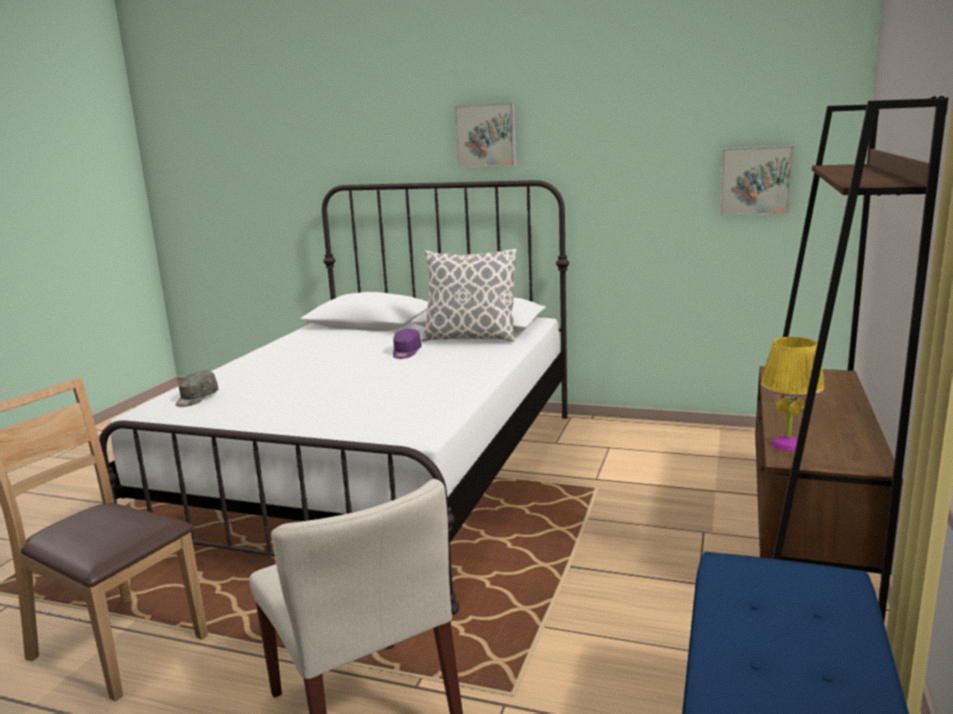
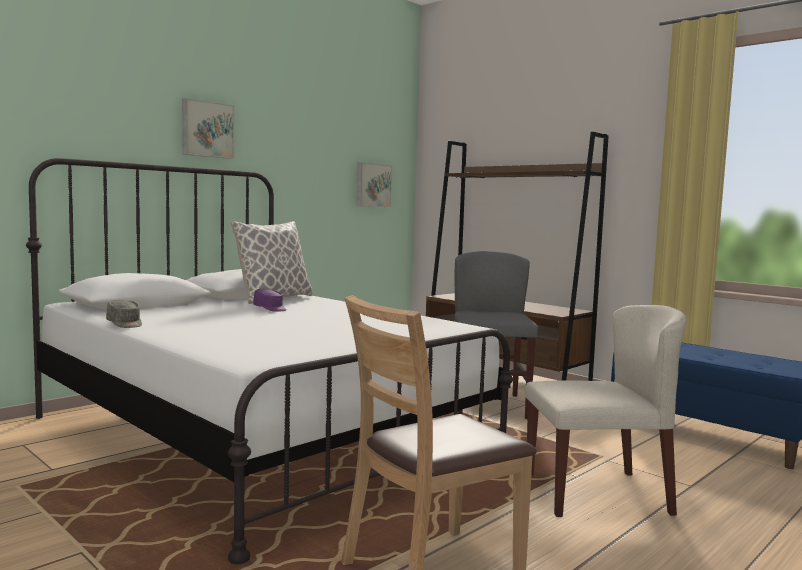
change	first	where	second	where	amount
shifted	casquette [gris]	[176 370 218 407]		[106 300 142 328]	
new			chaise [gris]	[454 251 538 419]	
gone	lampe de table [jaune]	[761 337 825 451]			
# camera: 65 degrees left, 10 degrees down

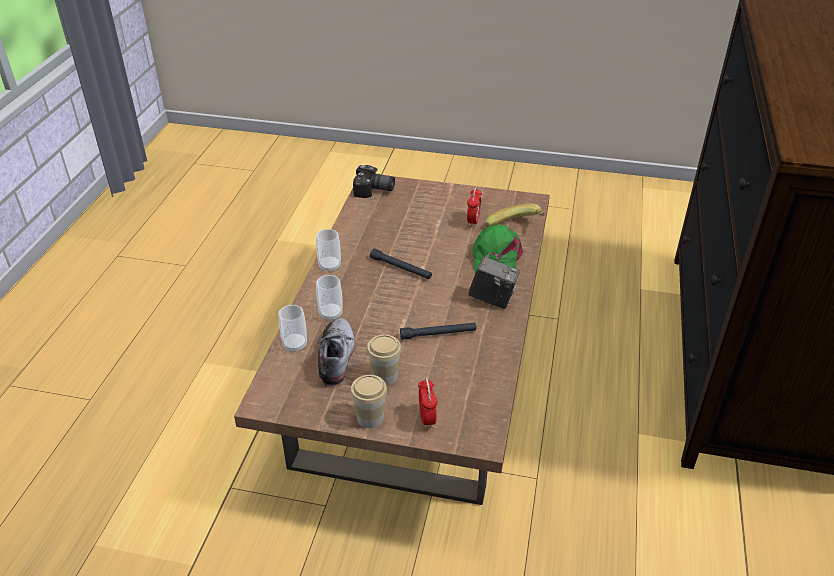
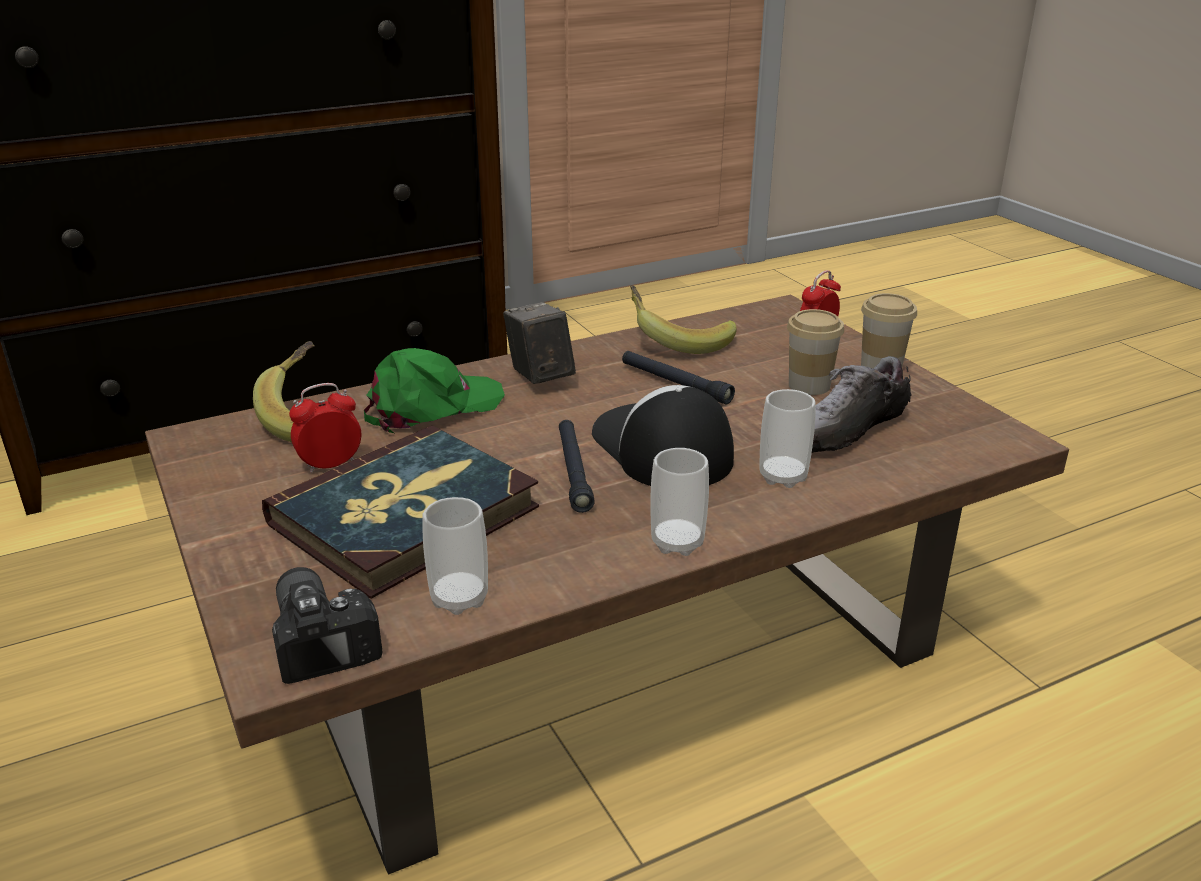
change	first	where	second	where	amount
new			livre	[262 425 539 599]	
shifted	tasse	[278 305 307 353]		[422 497 488 615]	
new			casquette	[592 385 734 486]	
new			banane	[630 285 737 354]	
# camera: 130 degrees left, 10 degrees down

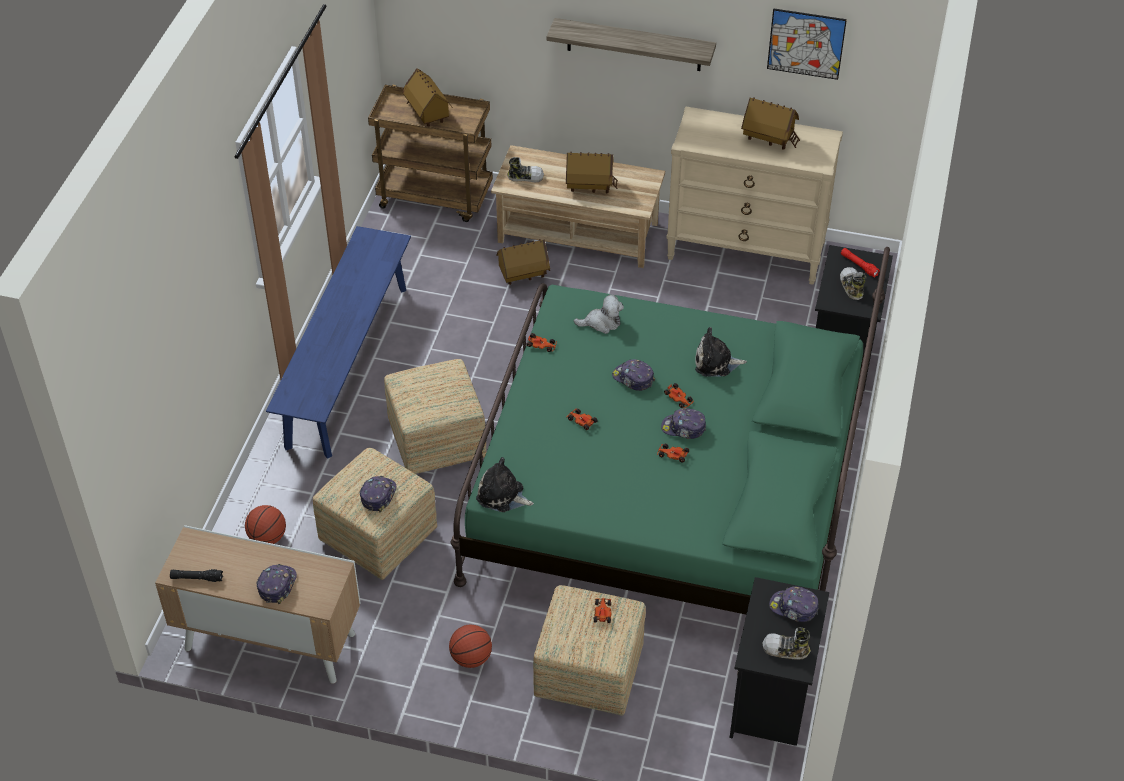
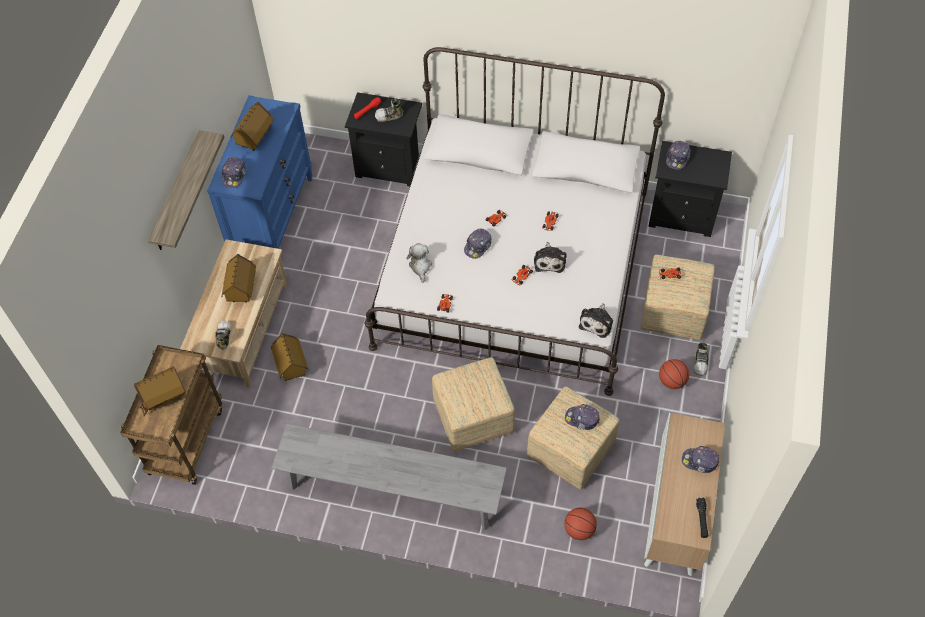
change	first	where	second	where	amount
repainted	commode [beige]	[666 106 843 285]	commode [bleu]	[207 95 313 249]	
shifted	casquette	[661 408 706 439]		[221 157 247 188]	
repainted	banc [bleu]	[266 226 411 459]	banc [gris]	[271 424 507 530]	
repainted	lit [vert]	[451 247 890 615]	lit [blanc]	[364 47 665 396]	
shifted	peluche	[695 327 747 377]		[534 242 567 273]	
shifted	chaussure	[763 627 811 660]		[694 343 708 375]	
gone	tableau	[767 8 847 80]			
# camera: 90 degrees left, 10 degrees up

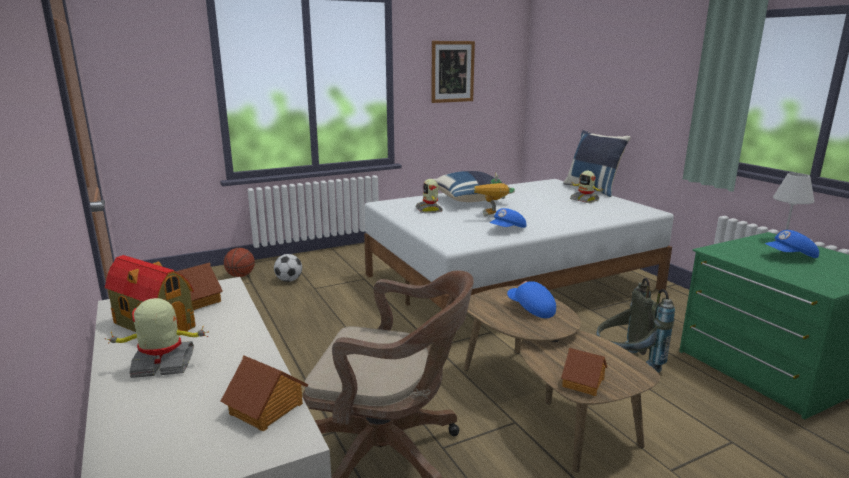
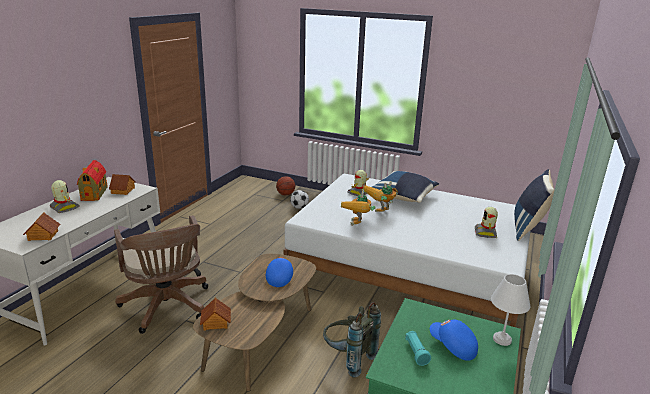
change	first	where	second	where	amount
swapped	casquette [bleu]	[489 208 526 228]	robot jouet	[341 189 375 226]	
new			lampe de poche [turquoise]	[405 331 431 366]	
gone	tableau	[431 41 475 103]			
# camera: 50 degrees right, 5 degrees up

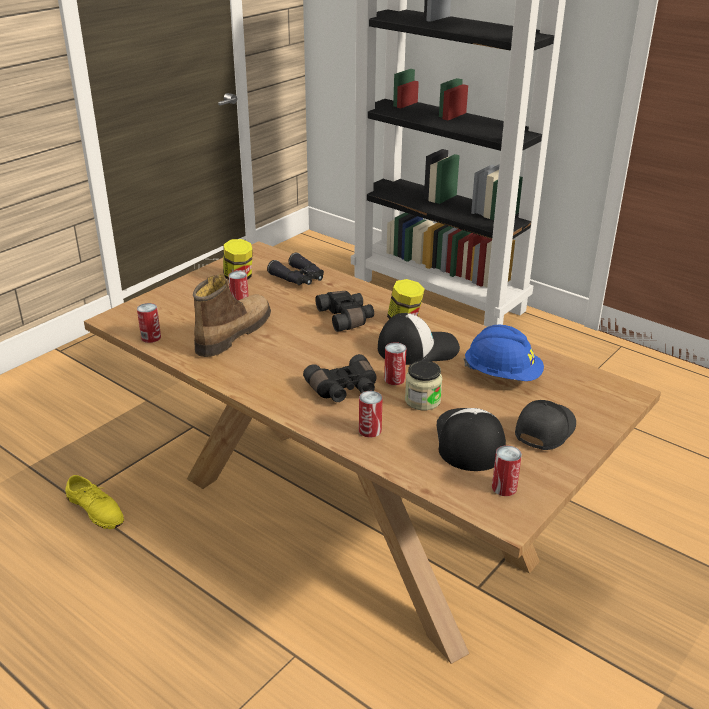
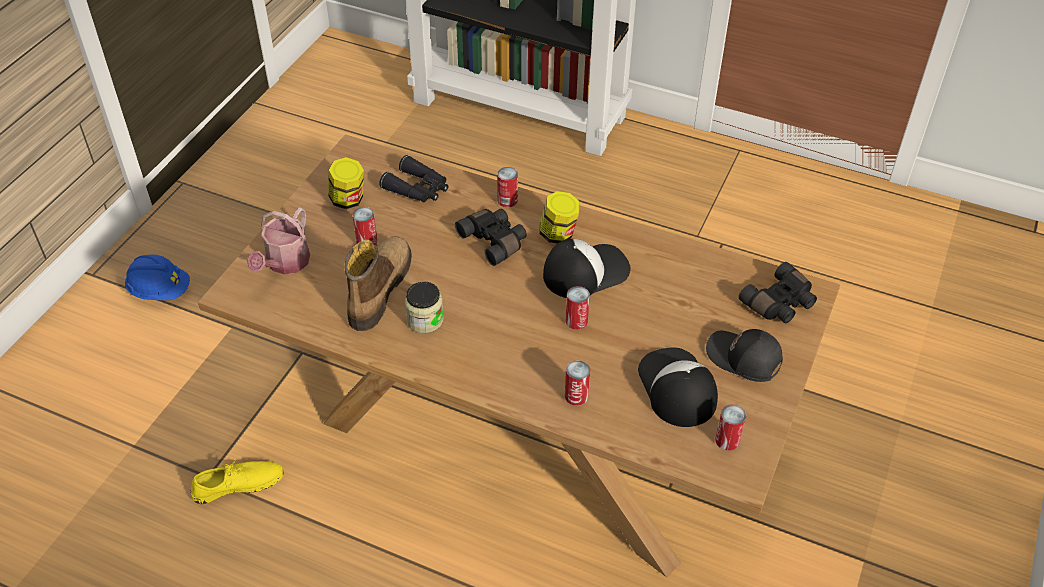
change	first	where	second	where	amount
shifted	casque de chantier [bleu]	[464 324 544 381]		[125 254 190 300]	
rotated	chaussure [jaune]	[65 475 124 529]		[190 460 283 504]	45 degrees counterclockwise
new			arrosoir	[247 208 310 275]	
shifted	bocal	[405 361 442 410]		[405 282 444 333]	
shifted	boîte métallique	[137 303 161 343]		[497 167 518 207]	
rotated	casquette [noir]	[515 400 576 450]		[706 329 783 382]	75 degrees counterclockwise
shifted	jumelles [noir]	[303 354 377 402]		[738 262 817 323]	
# camera: 15 degrees left, 15 degrees up

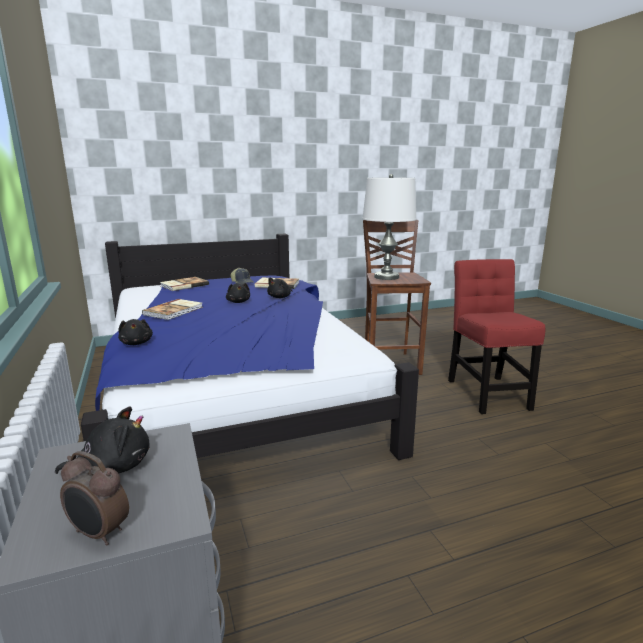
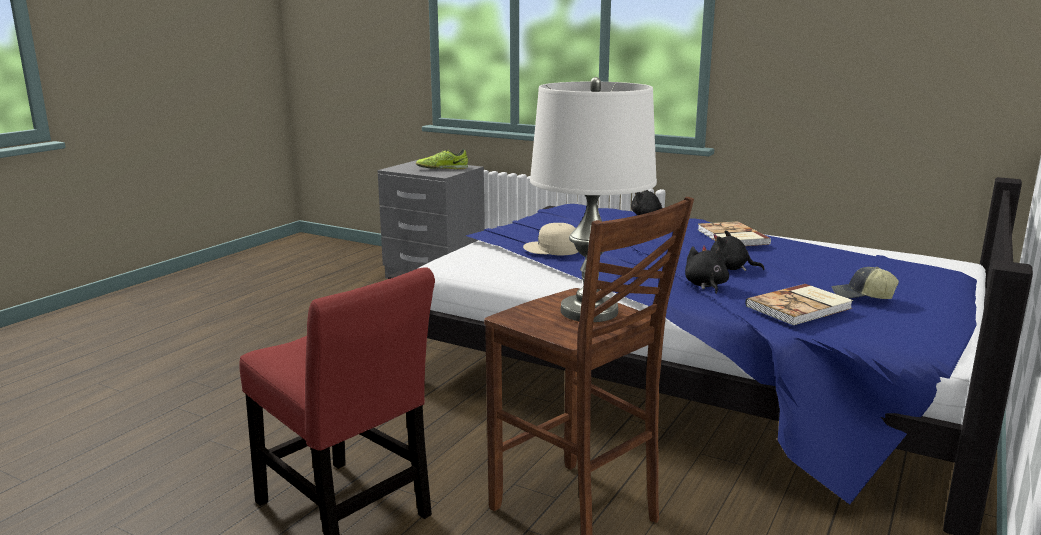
change	first	where	second	where	amount
swapped	peluche [noir]	[55 406 149 474]	chaussure	[416 149 468 169]	
new			casquette [beige]	[523 223 578 255]	
gone	réveil	[60 451 129 545]			
gone	livre	[160 277 209 291]			
# camera: 140 degrees right, 0 degrees up

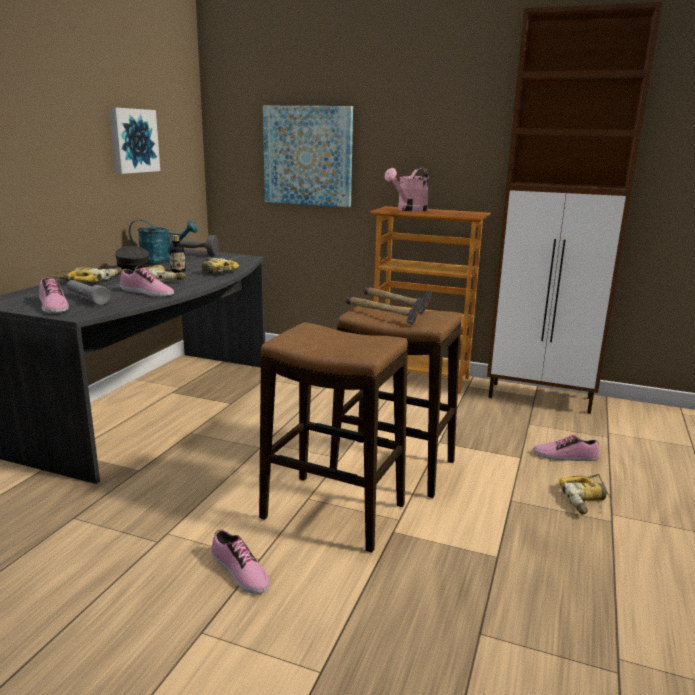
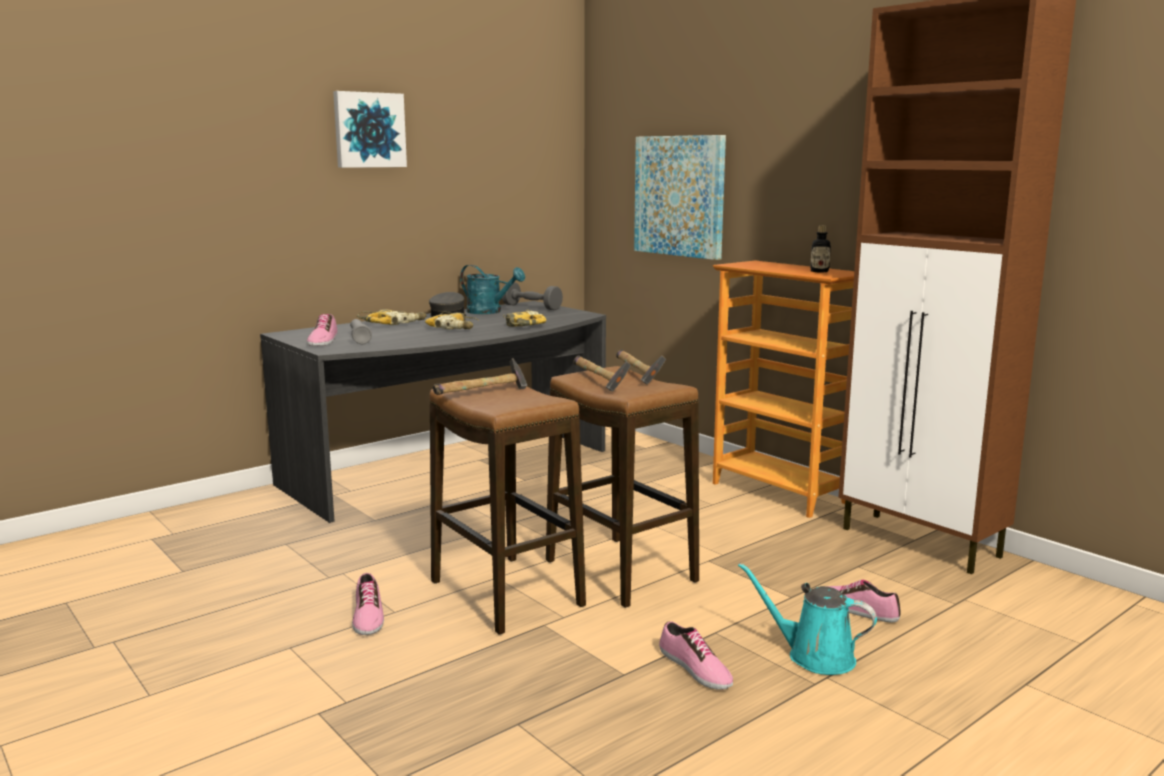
change	first	where	second	where	amount
shifted	tableau	[109 107 160 174]		[333 91 407 168]	
new			marteau	[433 358 527 395]	
shifted	chaussure	[120 267 174 297]		[659 621 733 690]	
swapped	perceuse	[559 474 612 515]	arrosoir [turquoise]	[738 563 877 675]	
shifted	bouteille	[169 235 186 273]		[810 225 831 272]	
gone	arrosoir [rose]	[384 167 429 211]			
# camera: 30 degrees right, 5 degrees down

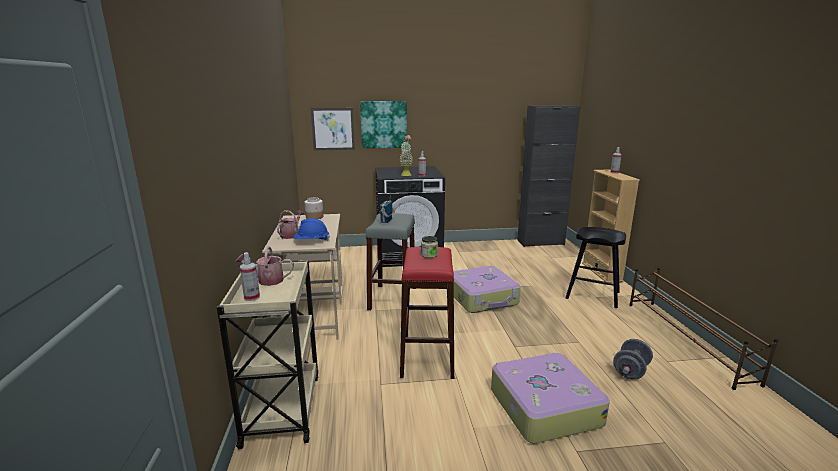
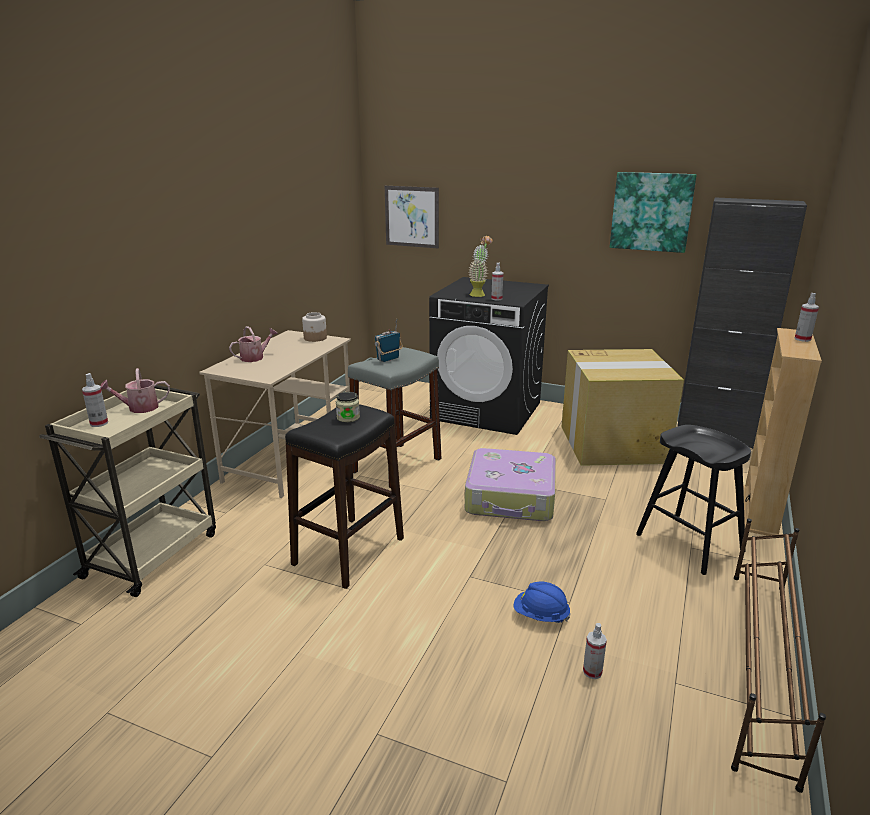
change	first	where	second	where	amount
rotated	arrosoir	[235 246 294 286]		[100 368 170 413]	45 degrees counterclockwise
repainted	tabouret [rouge]	[400 247 454 379]	tabouret [noir]	[285 404 404 589]	
shifted	casque de chantier [bleu]	[293 218 330 241]		[514 582 571 623]	
new			carton	[562 349 684 466]	
swapped	haltère [gris]	[613 339 653 380]	vaporisateur	[583 623 607 679]	
shifted	tableau	[360 101 407 148]		[610 172 697 253]	
gone	valise	[491 352 610 443]			
# camera: 30 degrees right, 5 degrees up

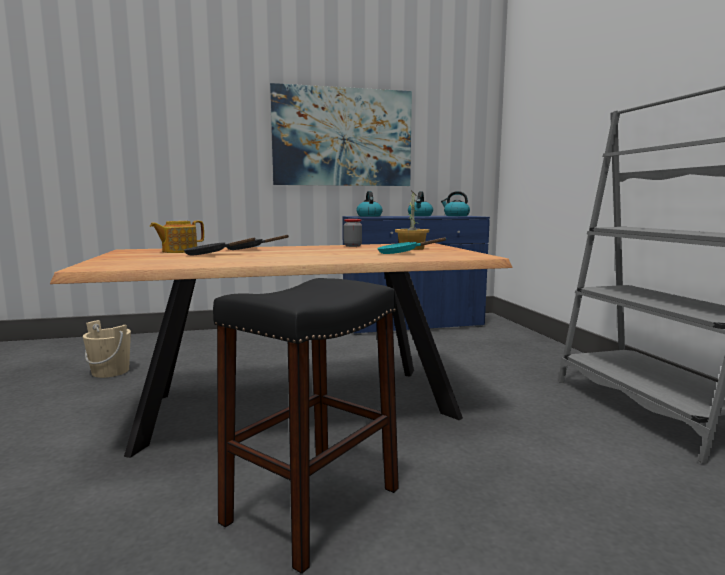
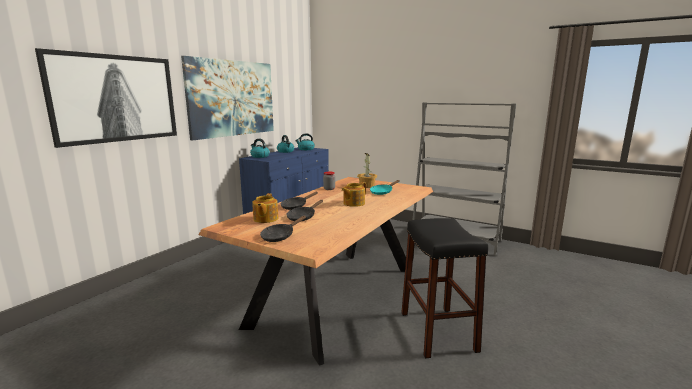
change	first	where	second	where	amount
new			tableau	[35 48 177 148]	
new			poêle [noir]	[260 216 306 242]	
new			théière	[341 182 366 207]	
gone	seau [beige]	[83 320 131 378]			
# camera: 45 degrees left, 5 degrees up

